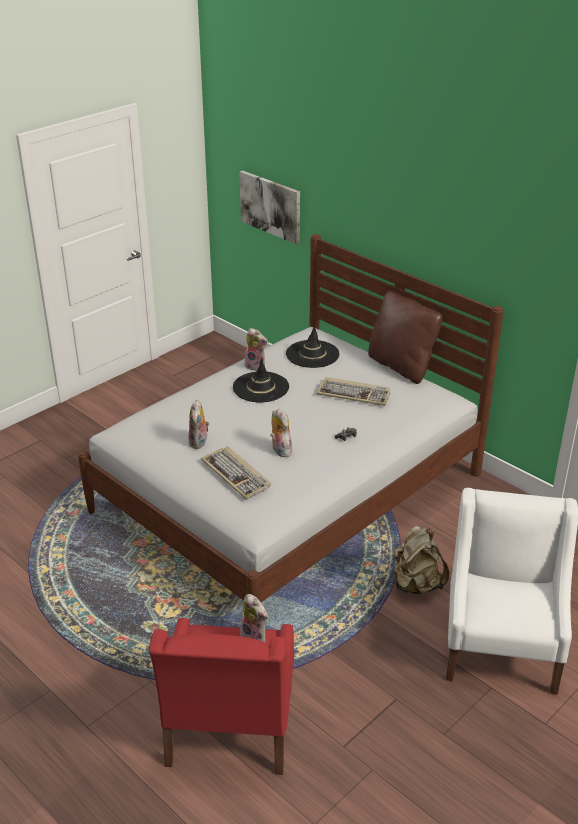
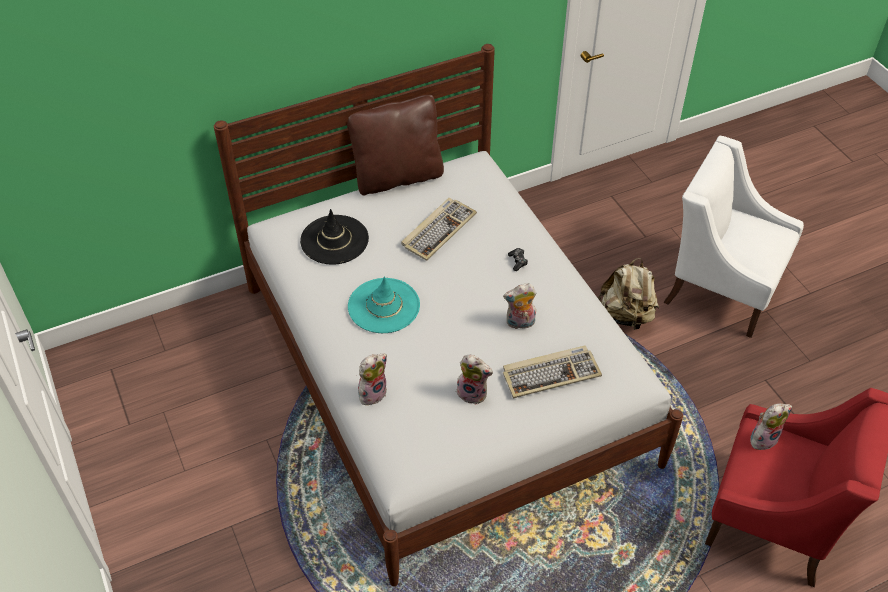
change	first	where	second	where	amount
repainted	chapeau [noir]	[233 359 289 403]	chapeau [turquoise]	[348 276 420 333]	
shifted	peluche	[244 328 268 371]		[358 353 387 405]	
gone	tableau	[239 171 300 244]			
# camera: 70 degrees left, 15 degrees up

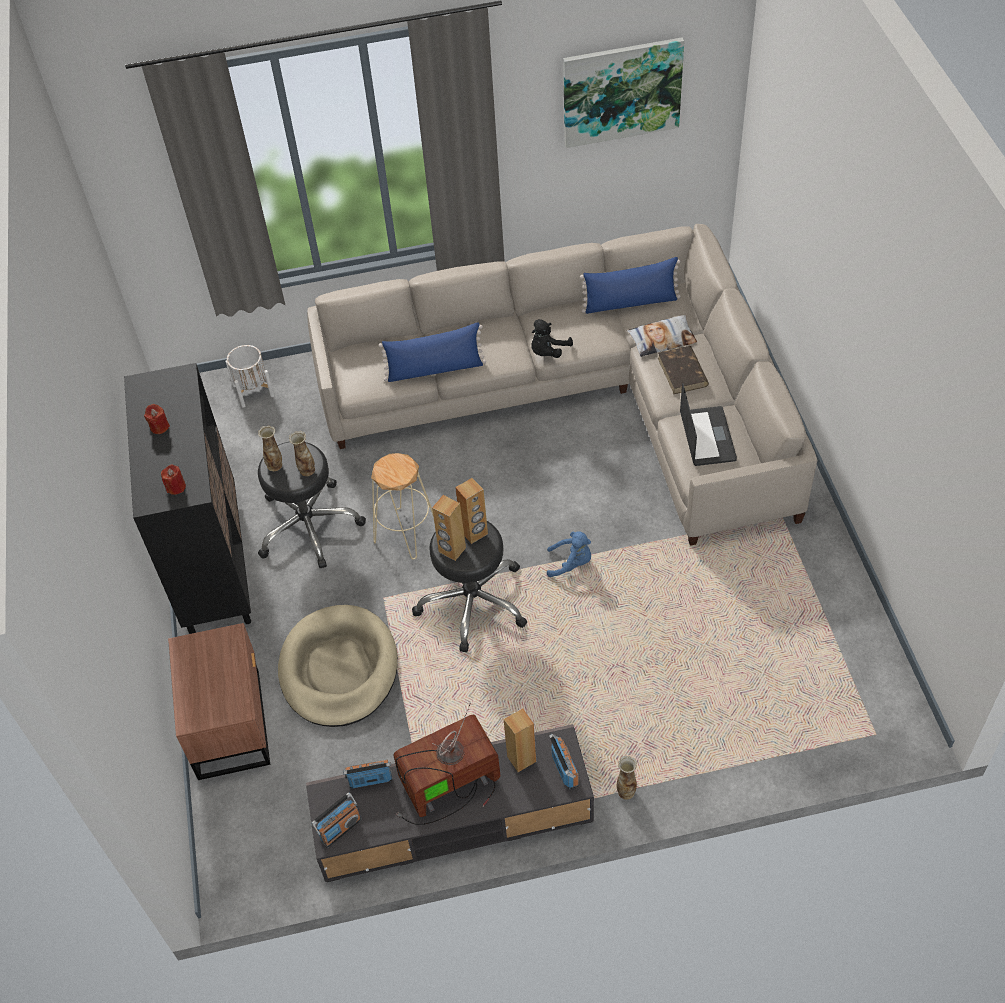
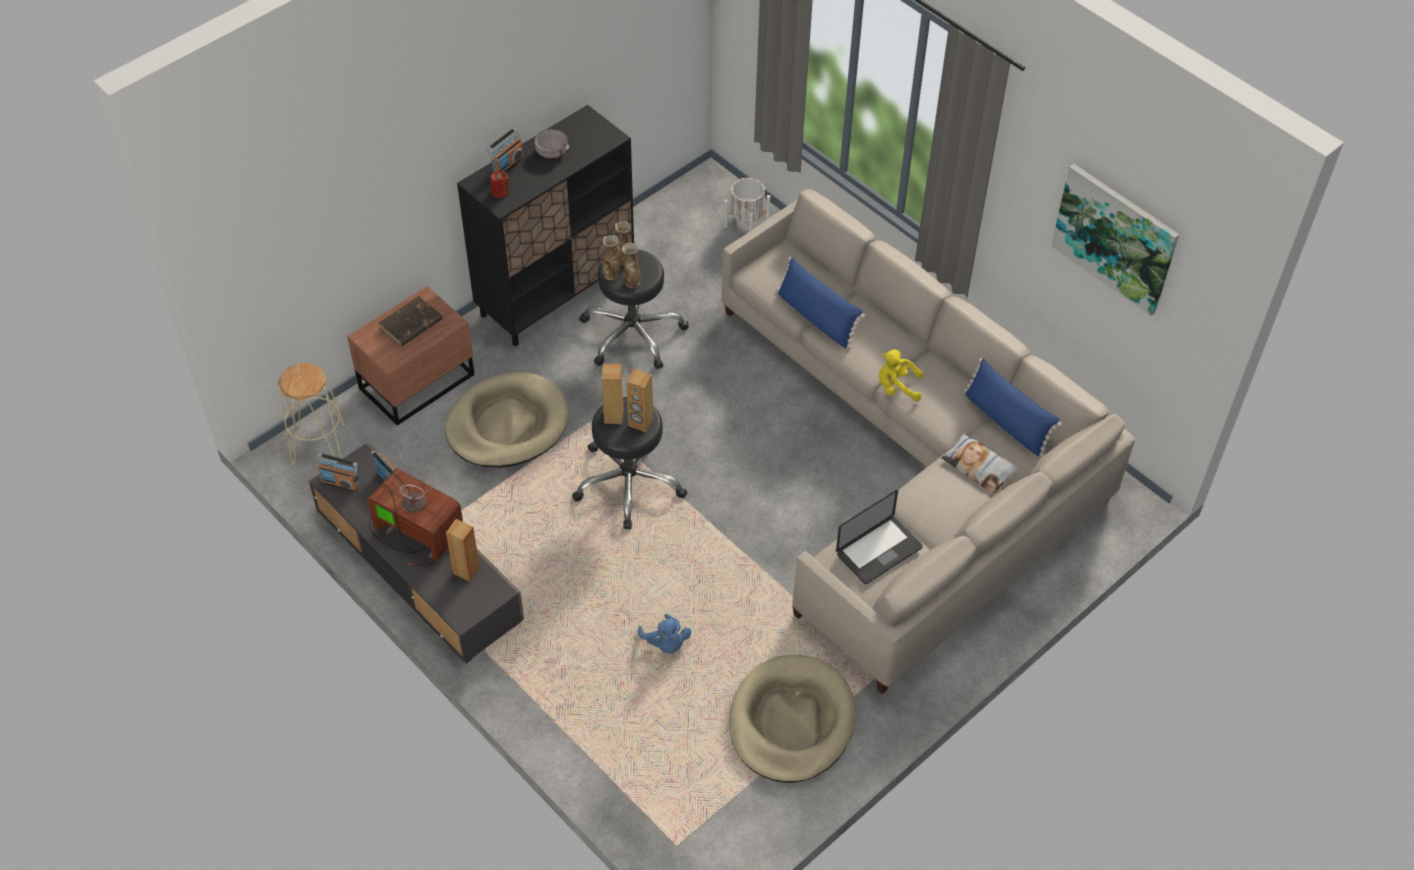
change	first	where	second	where	amount
shifted	tabouret [beige]	[371 453 433 559]		[278 363 346 464]	
shifted	livre [marron]	[658 346 709 394]		[379 296 443 347]	
shifted	radio	[549 734 579 789]		[487 128 524 173]	
swapped	bougie [rouge]	[144 404 170 434]	bol [gris]	[534 129 569 158]	
shifted	vase	[617 756 637 800]		[602 235 619 280]	
shifted	peluche [bleu]	[547 531 591 577]		[638 614 691 654]	
new			panier pour chien [beige]	[729 655 856 783]	
repainted	peluche [noir]	[531 319 573 358]	peluche [jaune]	[879 349 923 401]	
# camera: 55 degrees right, 0 degrees up

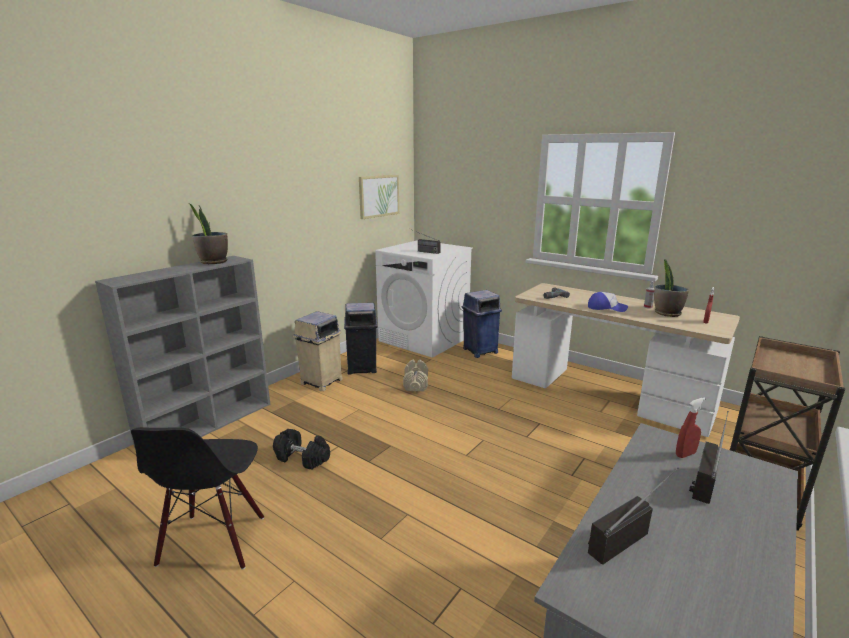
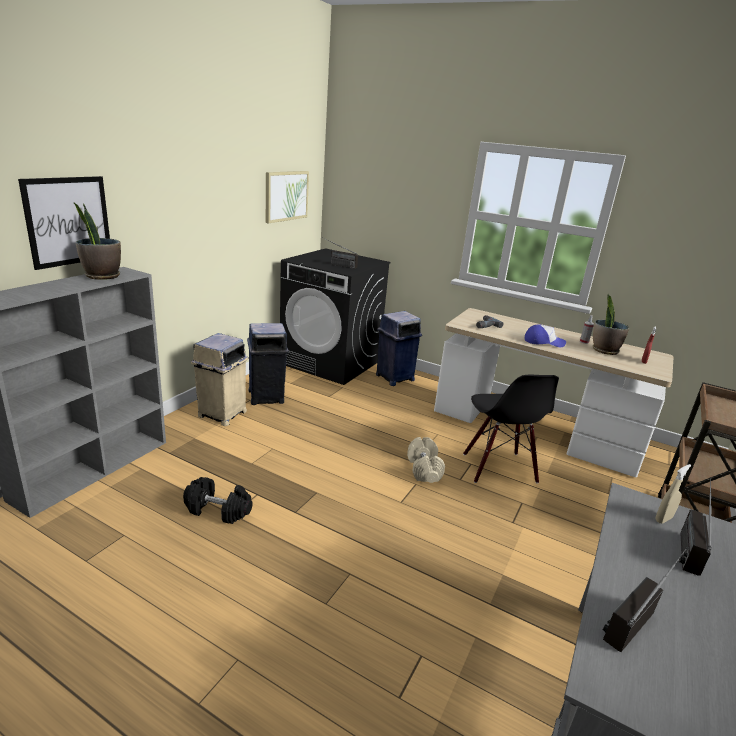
change	first	where	second	where	amount
new			tableau	[18 176 110 270]	
repainted	lave-linge [blanc]	[375 240 473 358]	lave-linge [noir]	[280 248 391 385]	
shifted	haltère [beige]	[403 360 428 391]		[407 437 445 483]	
shifted	chaise [noir]	[131 427 264 570]		[463 375 559 484]	
repainted	vaporisateur [rouge]	[676 398 705 458]	vaporisateur [beige]	[655 464 691 523]	
# camera: 10 degrees left, 5 degrees up

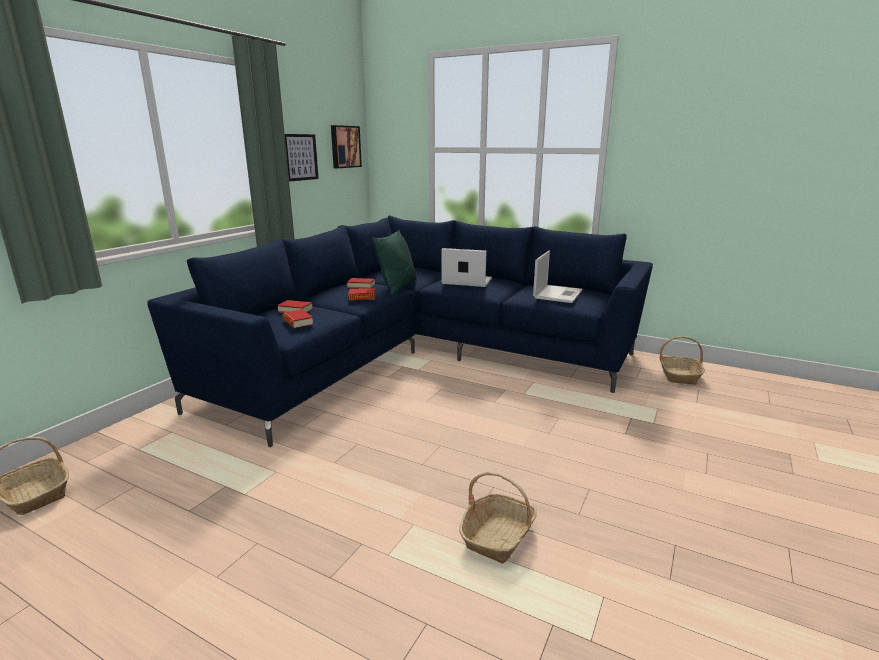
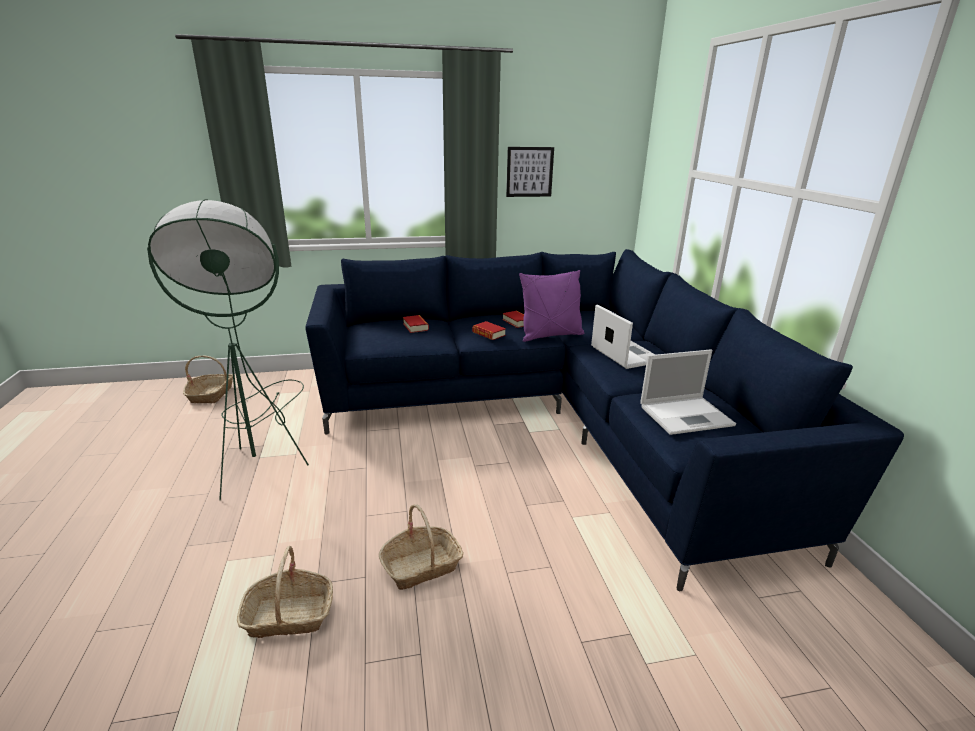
change	first	where	second	where	amount
new			lampadaire [vert]	[147 199 309 500]	
shifted	panier	[660 336 705 385]		[379 504 464 590]	
repainted	coussin [vert]	[372 230 417 296]	coussin [violet]	[519 270 584 342]	
gone	livre	[282 309 314 329]			
gone	tableau	[331 125 362 168]			
# camera: 50 degrees right, 5 degrees up

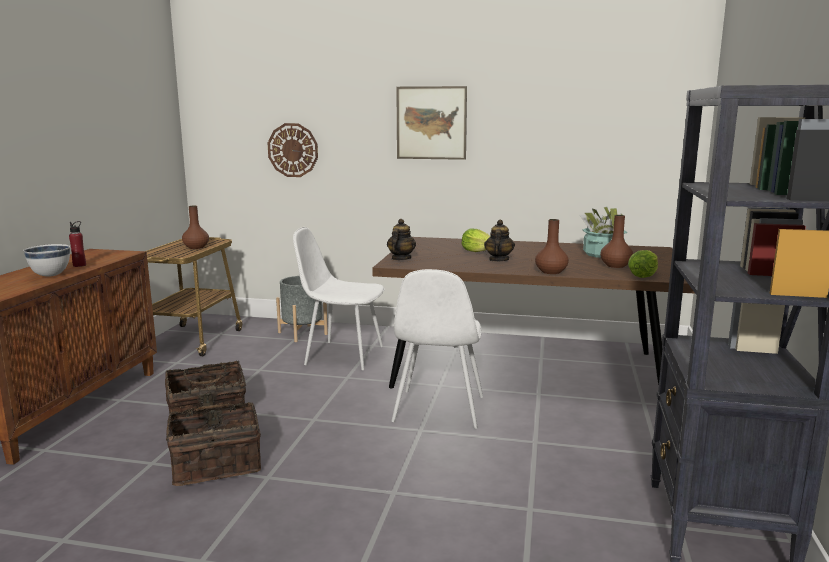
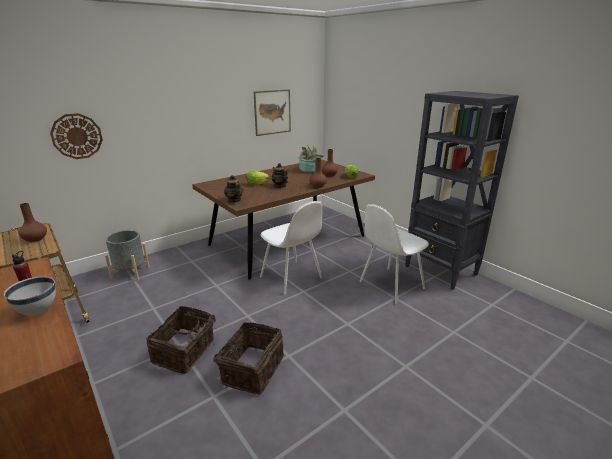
change	first	where	second	where	amount
shifted	tableau	[396 86 467 160]		[254 89 291 136]	
shifted	chaise [blanc]	[293 227 385 370]		[359 204 429 304]	
# camera: 50 degrees left, 10 degrees up

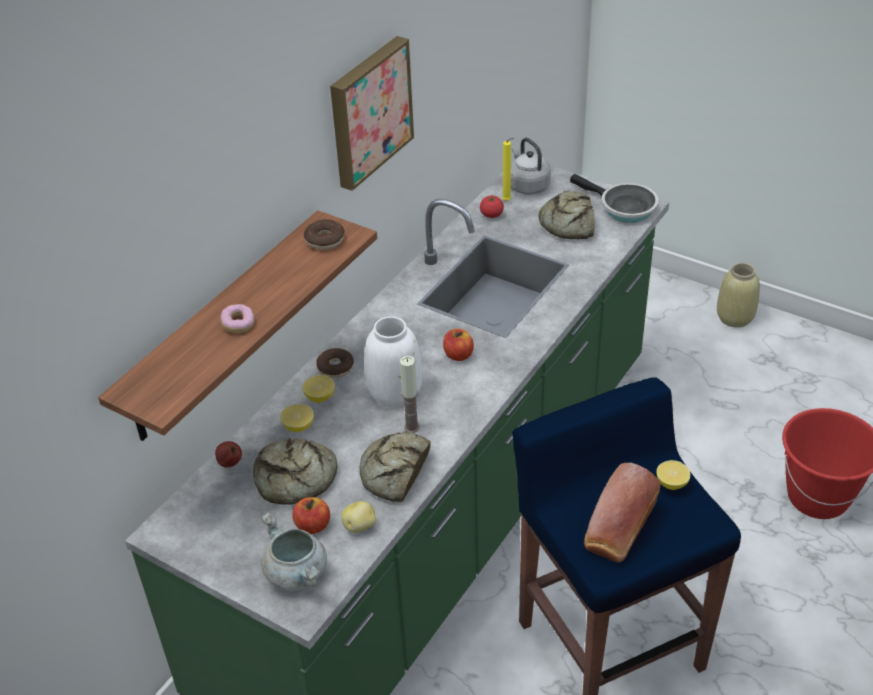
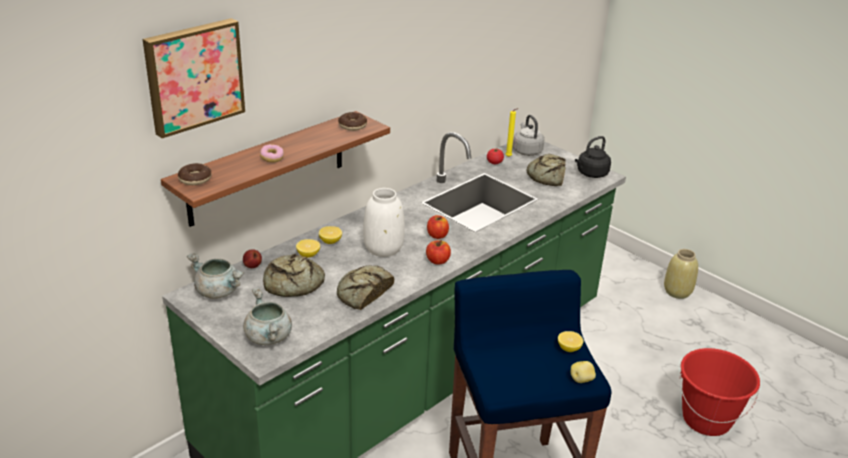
change	first	where	second	where	amount
shifted	tableau	[330 36 414 191]		[143 18 245 138]	
shifted	beignet	[316 348 354 378]		[178 163 211 185]	
new			marmite [gris]	[187 253 244 299]	
shifted	pomme	[292 497 330 534]		[426 240 451 265]	
shifted	pomme de terre	[342 501 376 533]		[571 361 596 383]	
swapped	poêle	[570 174 659 223]	bouilloire [noir]	[575 136 611 178]	
gone	bougie	[400 356 420 433]			
gone	pain	[584 463 661 562]			
# camera: 10 degrees right, 10 degrees down

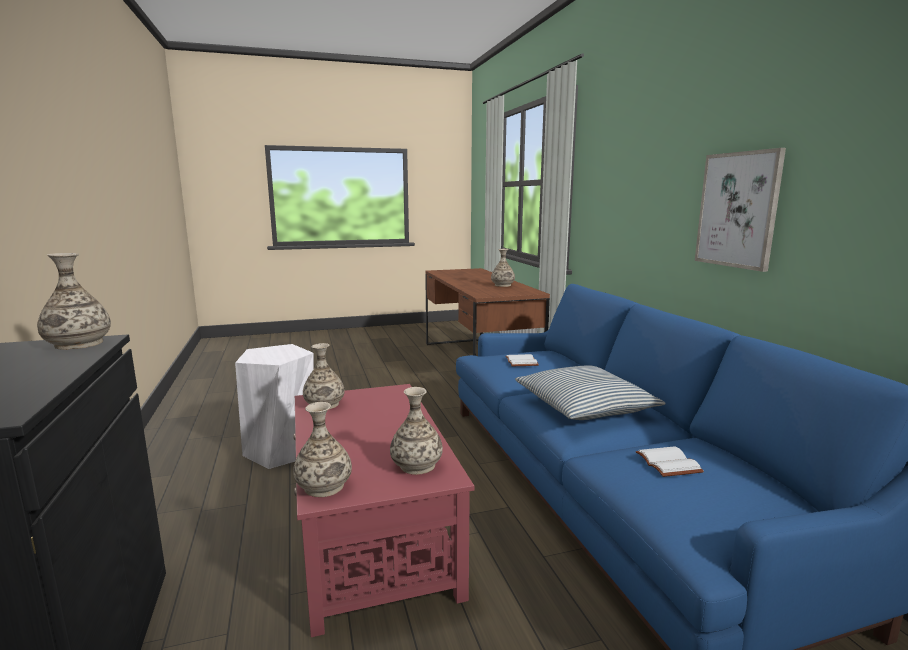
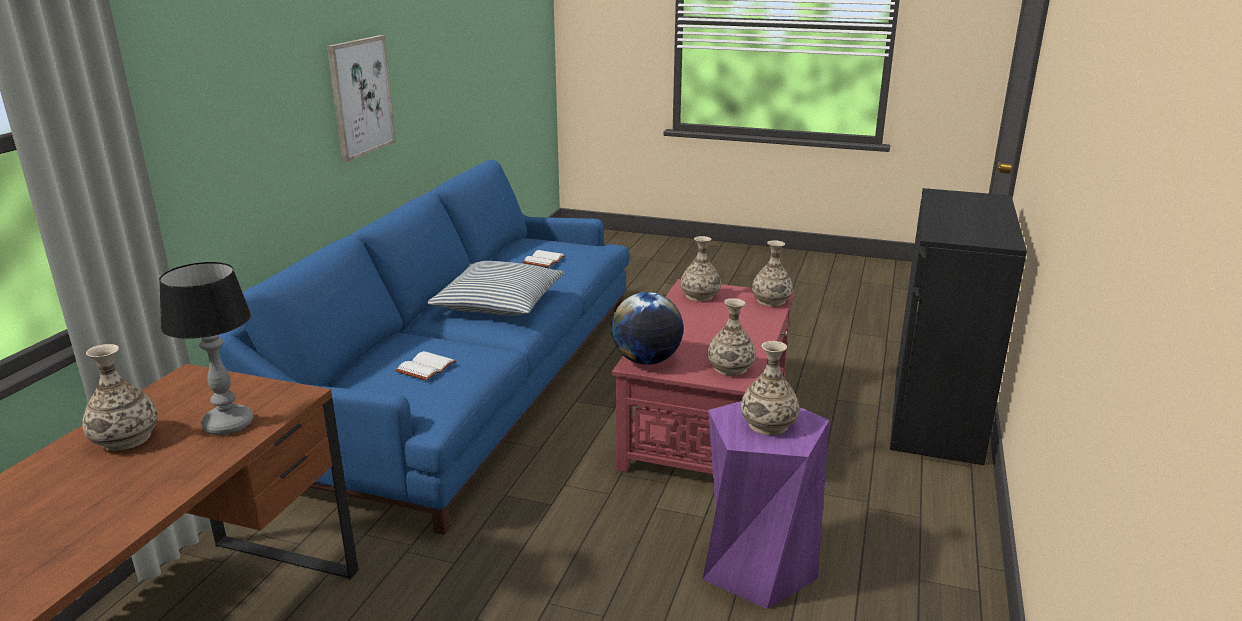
change	first	where	second	where	amount
new			lampe de table	[159 262 253 435]	
new			globe	[611 292 684 365]	
repainted	tabouret [blanc]	[235 344 314 469]	tabouret [violet]	[703 401 829 609]	
shifted	vase	[37 253 111 350]		[741 341 799 435]	
# camera: 145 degrees left, 10 degrees up

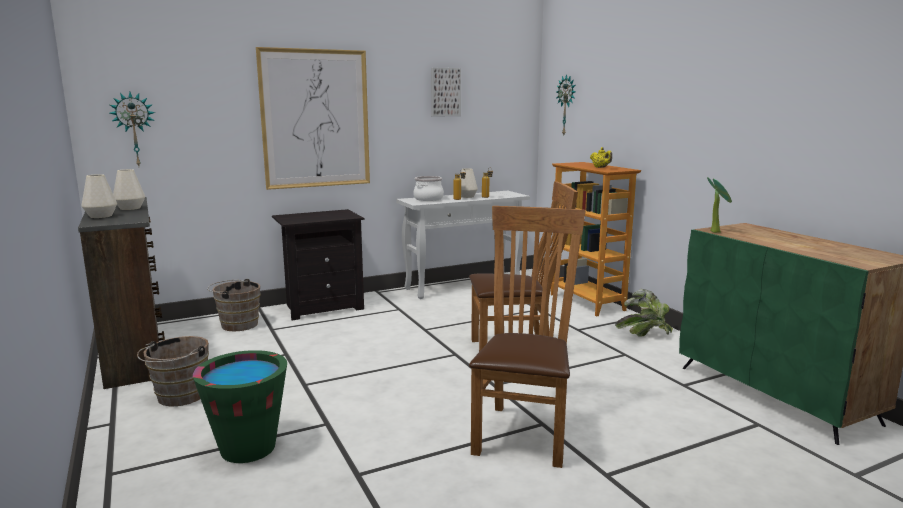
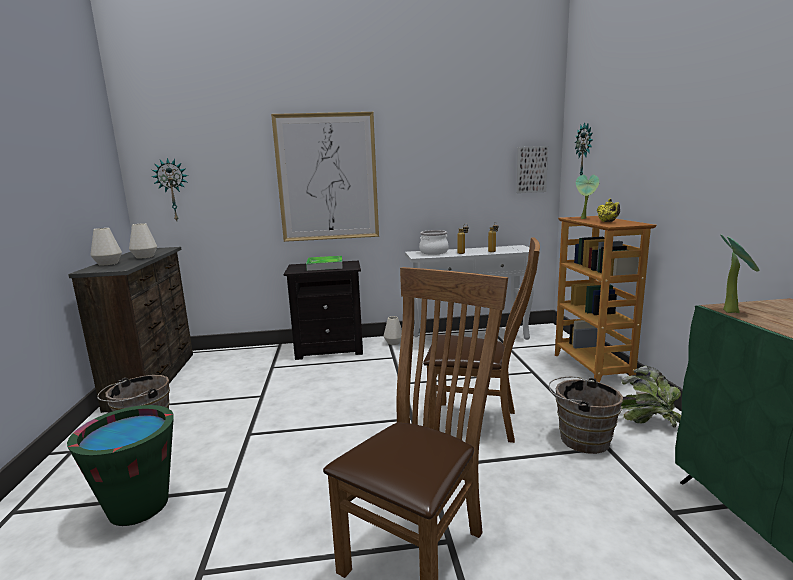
change	first	where	second	where	amount
new			plateau	[306 256 343 271]	
shifted	vase [blanc]	[460 168 478 198]		[384 316 402 345]	
shifted	tableau	[431 68 461 117]		[517 146 548 193]	
shifted	seau [marron]	[207 279 261 332]		[549 377 623 454]	
new			plante en pot	[576 175 599 219]	
# camera: 20 degrees right, 0 degrees up

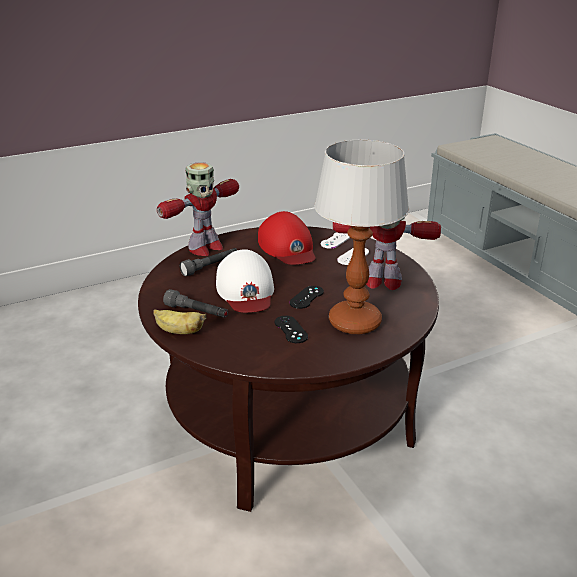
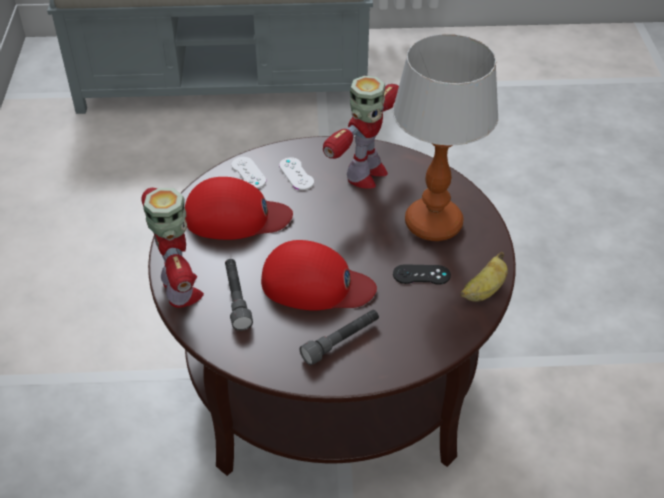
change	first	where	second	where	amount
repainted	casquette [blanc]	[216 249 274 313]	casquette [rouge]	[261 240 377 311]	
shifted	banane	[153 309 206 334]		[461 252 508 302]	
gone	manette [noir]	[289 286 324 309]			
# camera: 65 degrees left, 15 degrees up

